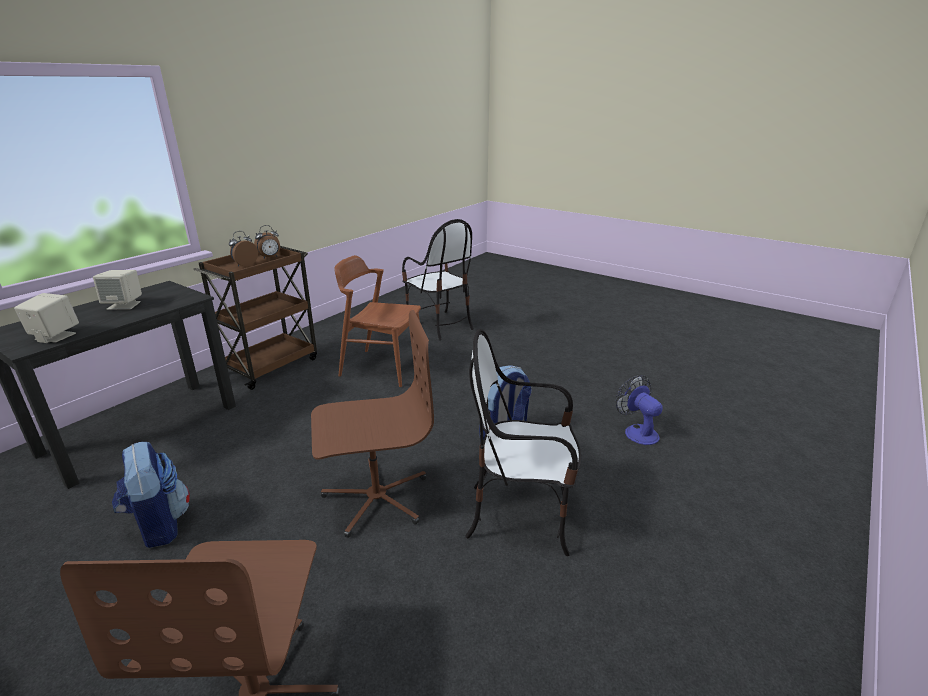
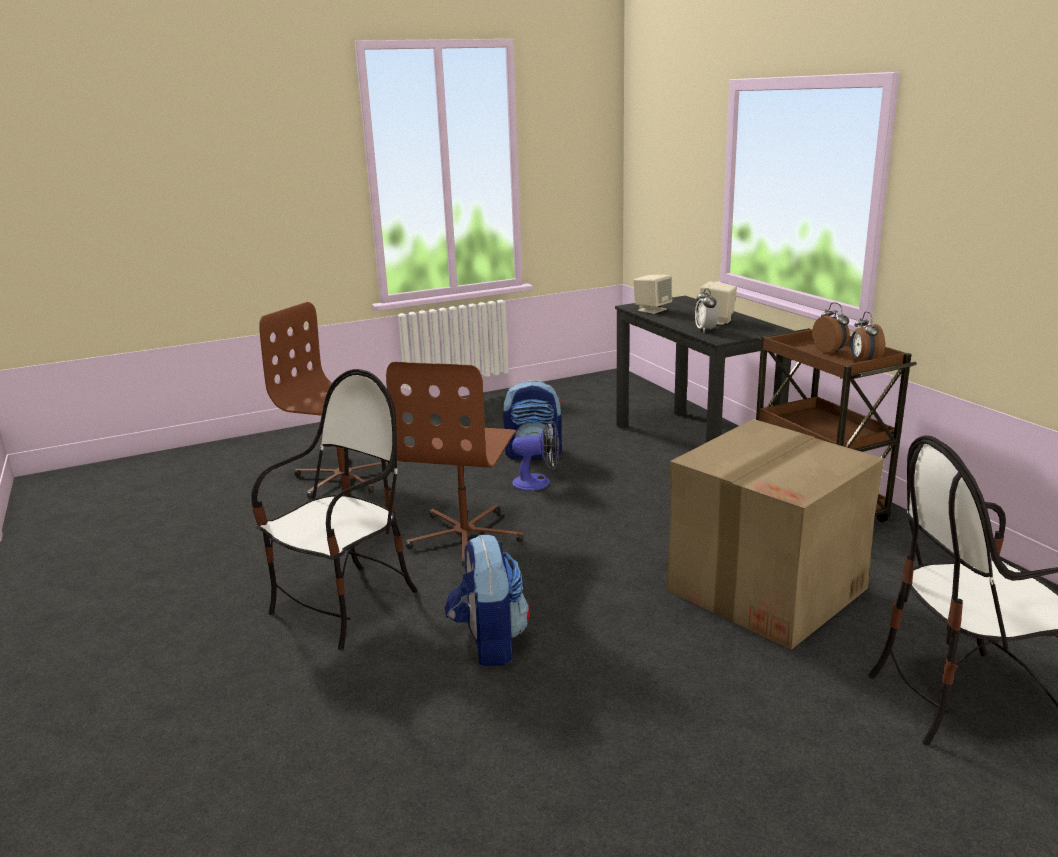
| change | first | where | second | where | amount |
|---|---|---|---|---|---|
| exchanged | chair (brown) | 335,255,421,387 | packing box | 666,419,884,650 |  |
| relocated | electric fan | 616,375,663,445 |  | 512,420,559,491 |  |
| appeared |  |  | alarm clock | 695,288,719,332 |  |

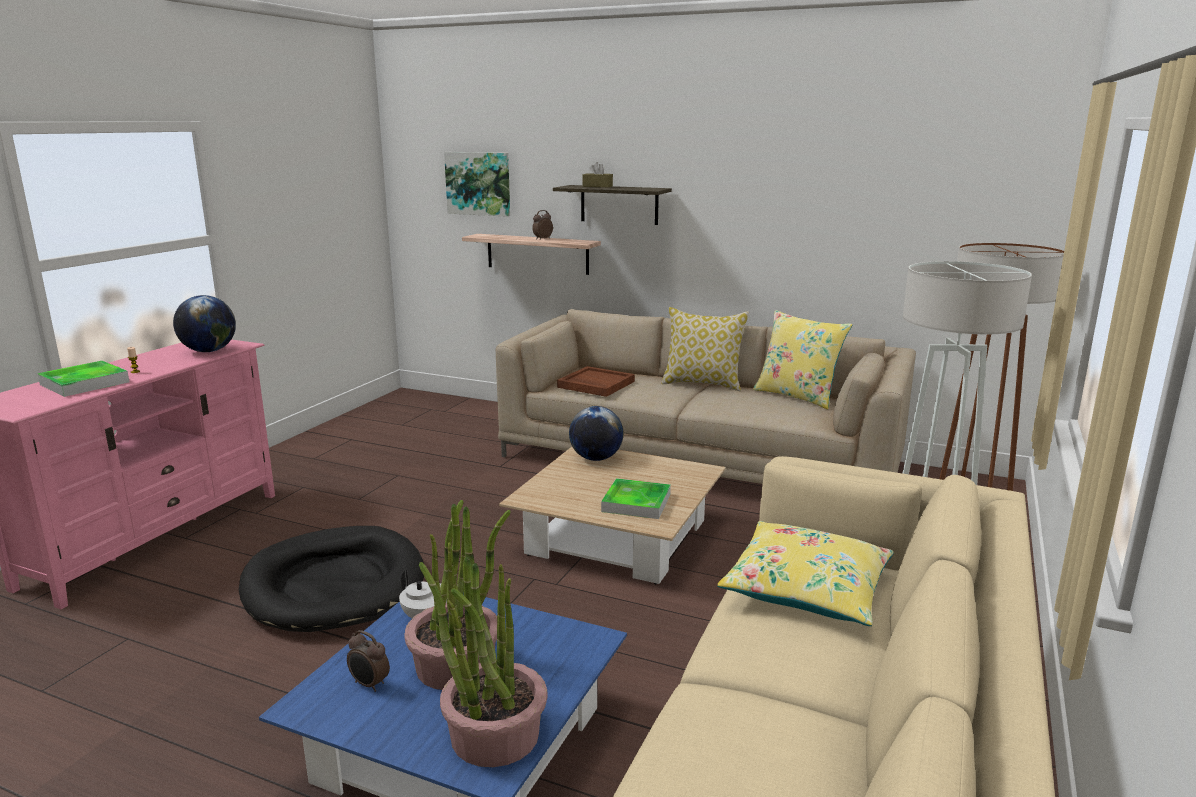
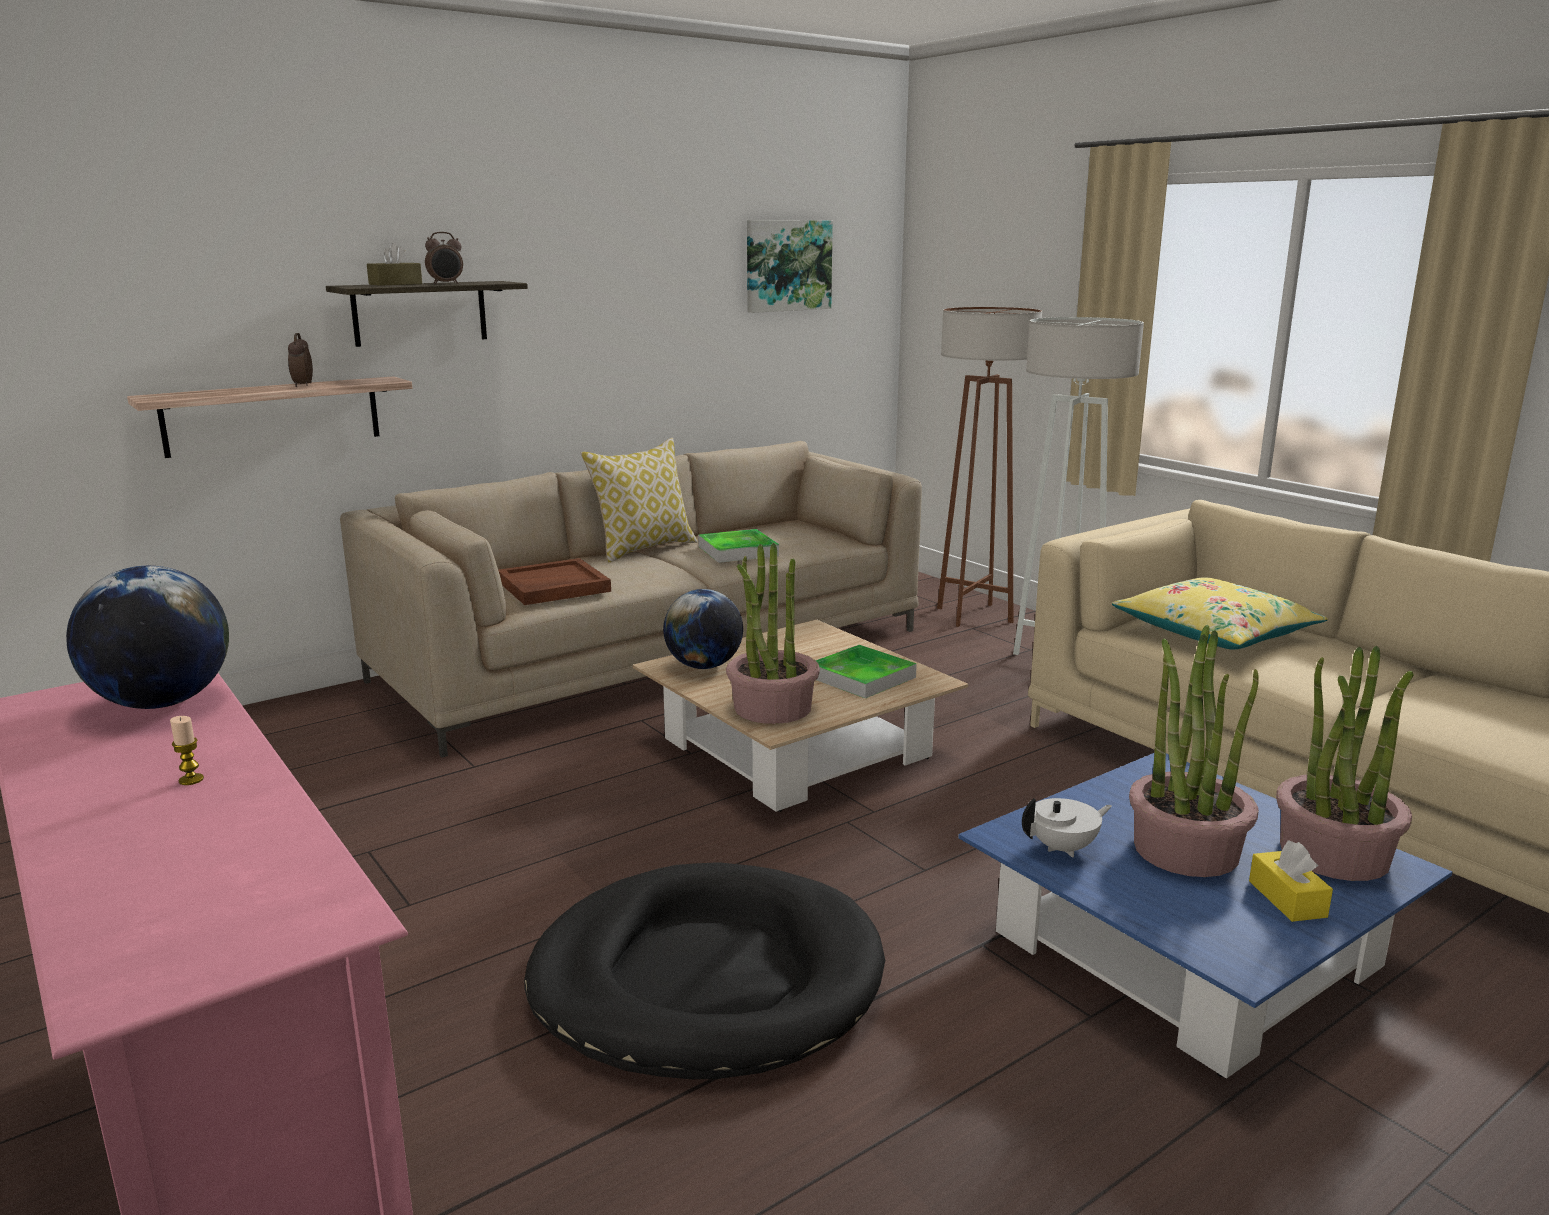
| change | first | where | second | where | amount |
|---|---|---|---|---|---|
| relocated | wall art | 444,152,510,217 |  | 747,220,833,313 |  |
| missing | pillow (yellow) | 753,310,852,409 |  |  |  |
| relocated | serving tray | 37,361,130,397 |  | 698,529,779,563 |  |
| relocated | alarm clock | 347,630,390,692 |  | 425,232,463,284 |  |
| appeared |  |  | houseplant | 726,542,820,724 |  |
| appeared |  |  | tissue box (yellow) | 1249,840,1333,922 |  |

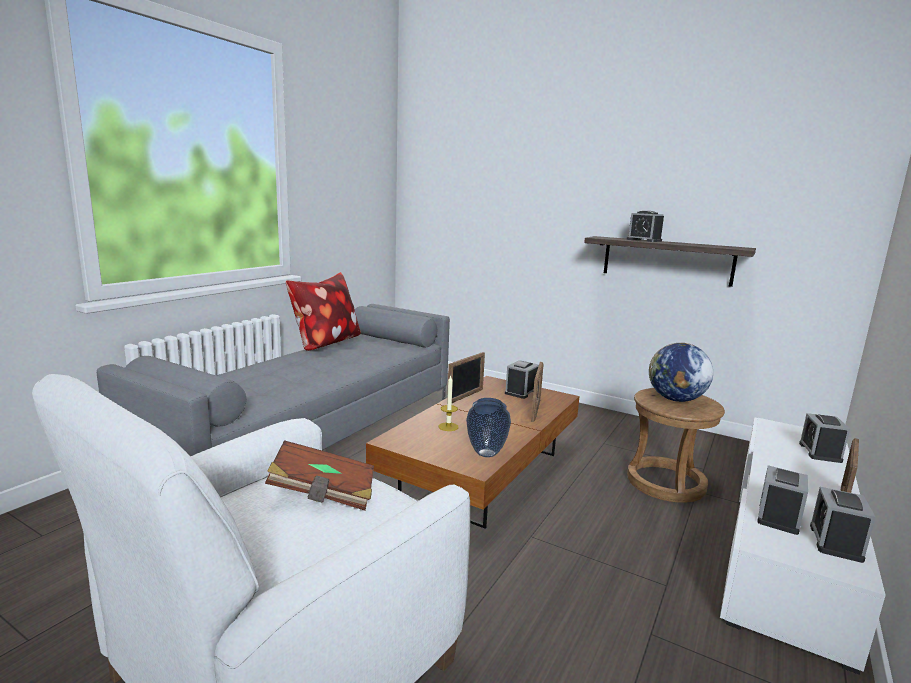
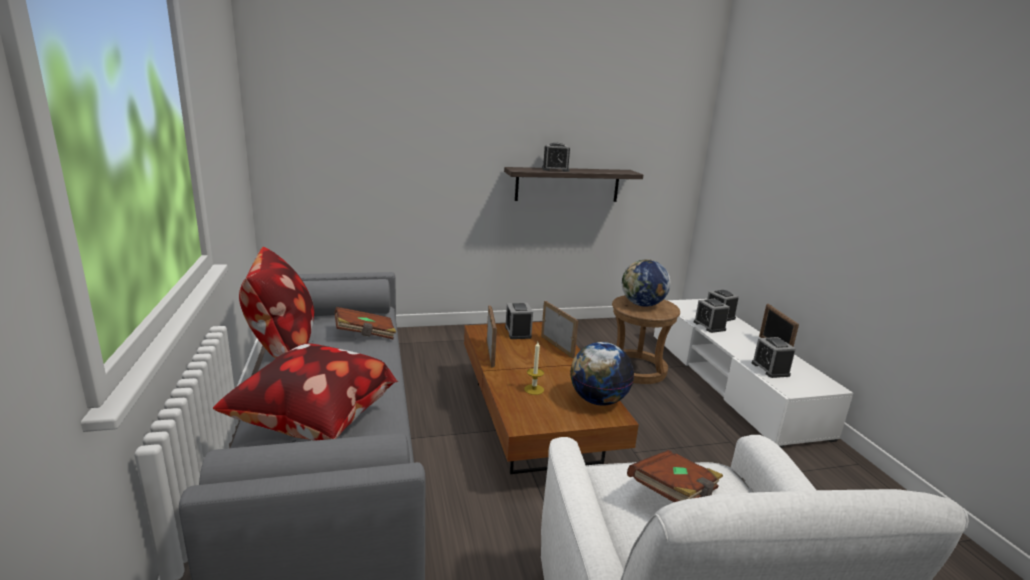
| change | first | where | second | where | amount |
|---|---|---|---|---|---|
| exchanged | vase | 466,398,511,457 | world globe | 570,342,634,406 |  |
| relocated | alarm clock | 810,487,876,563 |  | 694,299,730,333 |  |
| appeared |  |  | book (brown) | 335,307,396,339 |  |
| appeared |  |  | pillow | 213,343,398,441 |  |

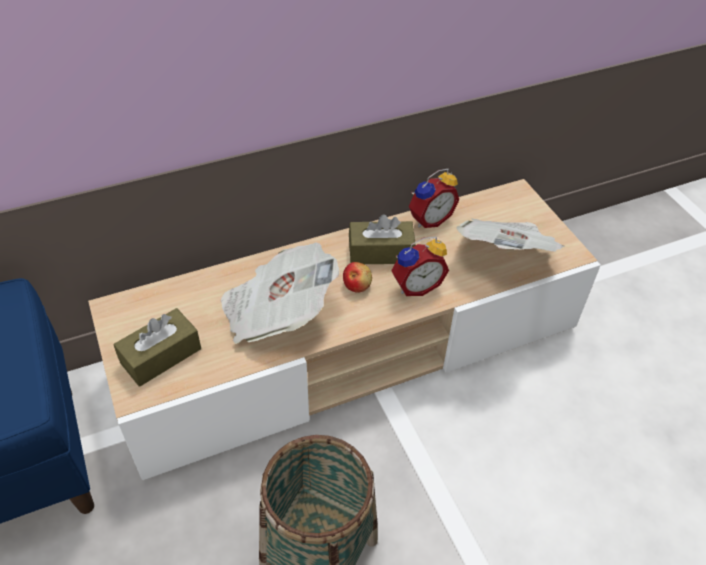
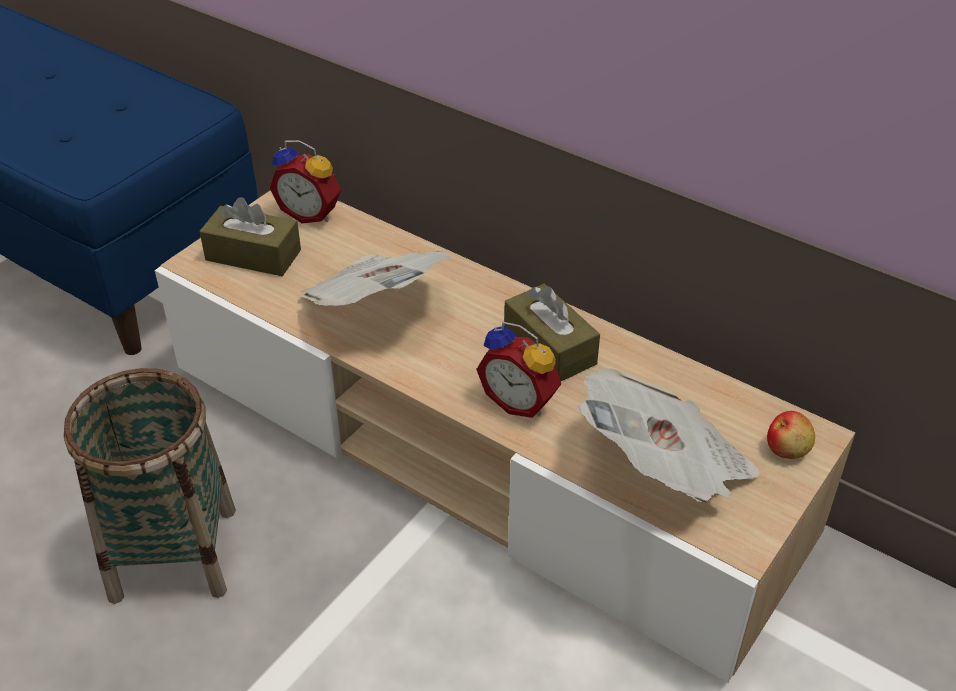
| change | first | where | second | where | amount |
|---|---|---|---|---|---|
| relocated | alarm clock | 409,169,459,228 |  | 270,140,341,223 |  |
| relocated | whole apple | 343,262,372,293 |  | 767,411,815,459 |  |

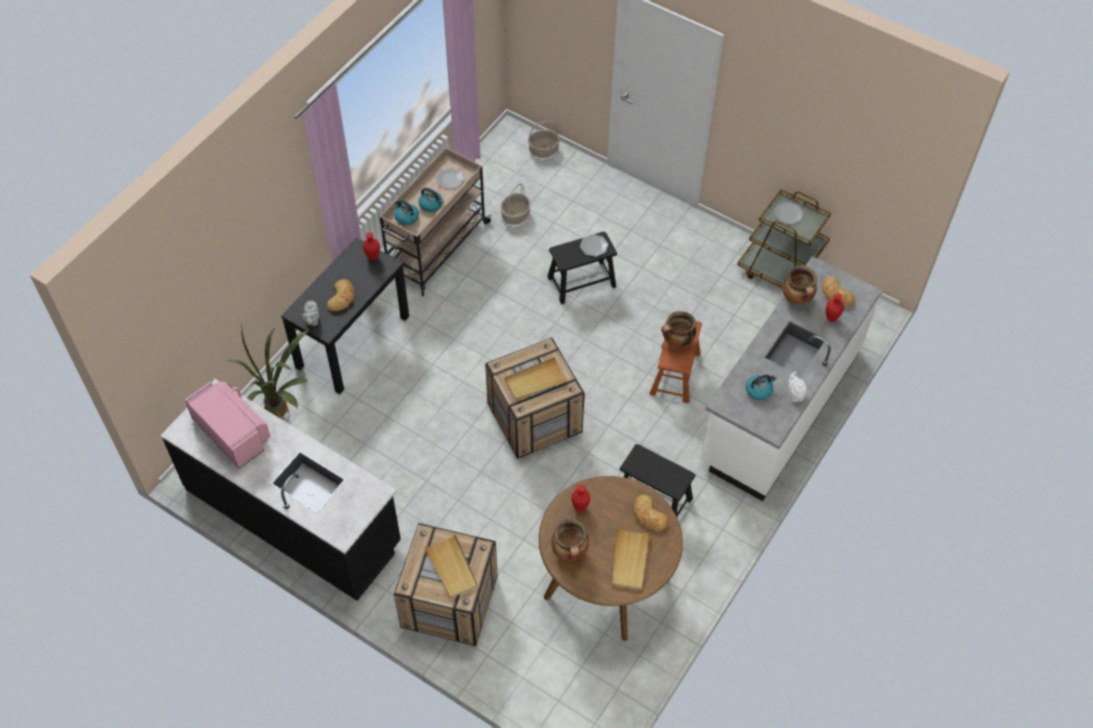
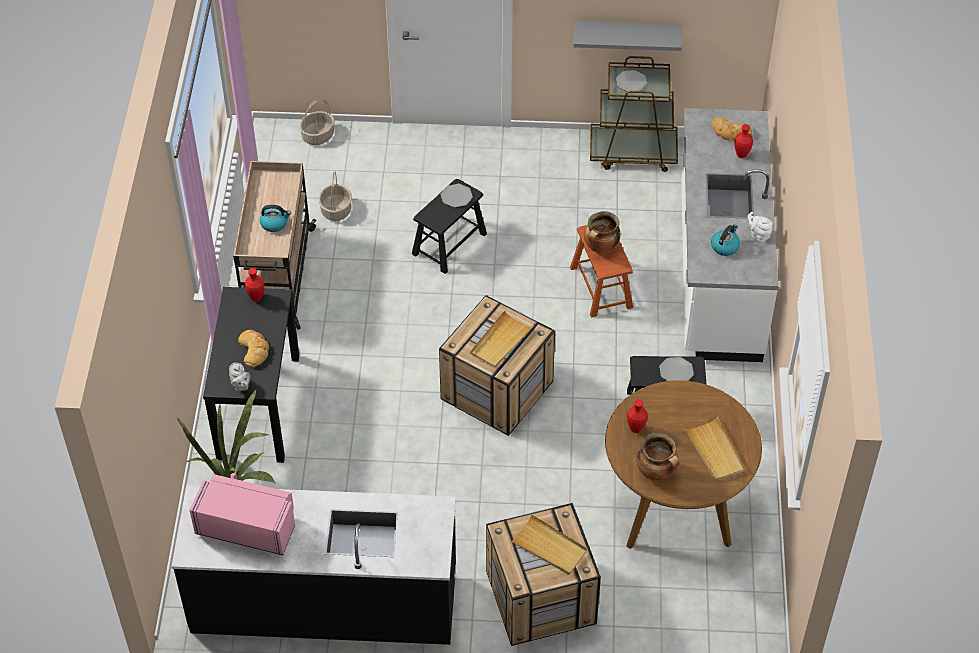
| change | first | where | second | where | amount |
|---|---|---|---|---|---|
| relocated | flat dish | 436,168,464,189 |  | 659,357,694,381 |  |
| missing | water kettle | 394,200,419,225 |  |  |  |
| missing | saucepot | 782,265,817,305 |  |  |  |
| missing | baked bread | 633,495,668,531 |  |  |  |
| appeared |  |  | wall shelf (grey) | 574,21,682,51 |  |

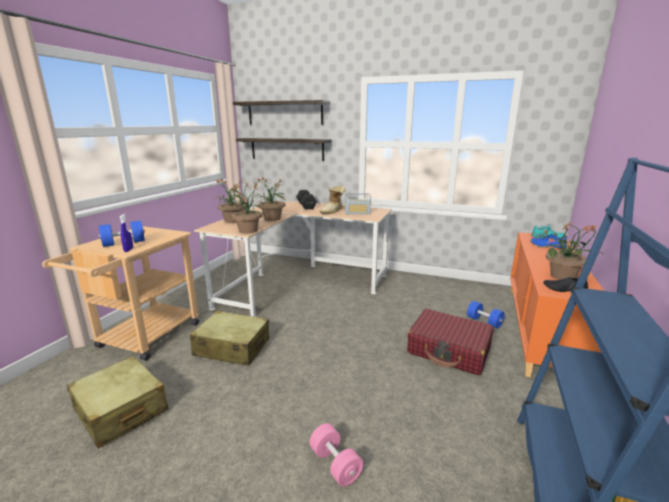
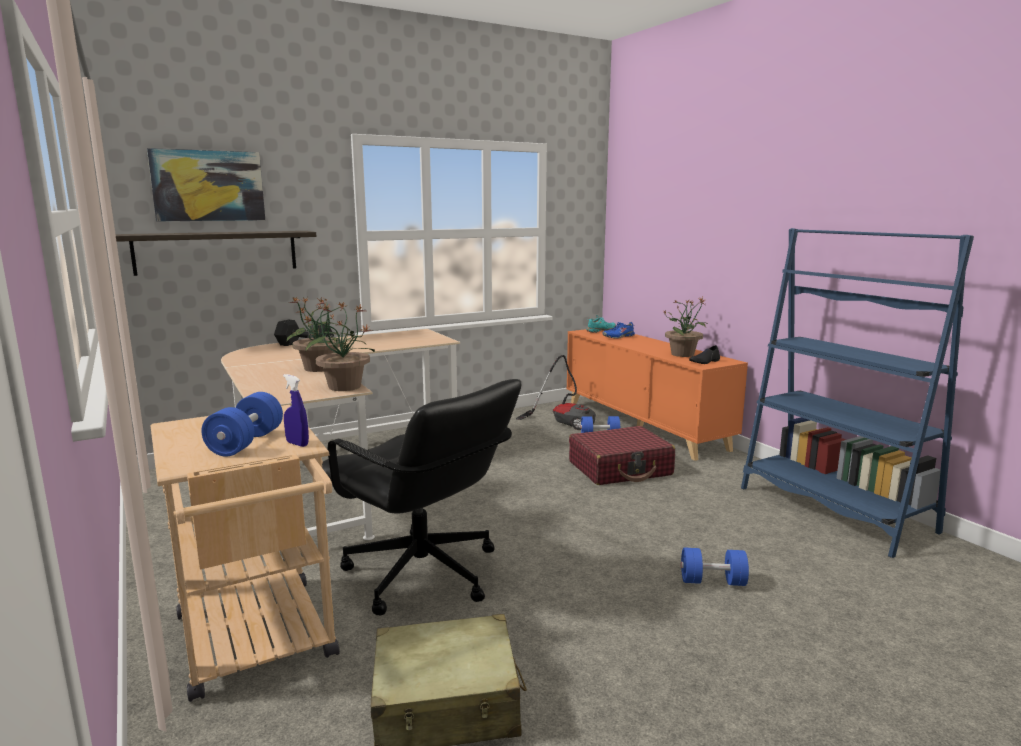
| change | first | where | second | where | amount |
|---|---|---|---|---|---|
| exchanged | wall shelf | 233,100,331,125 | wall art | 147,148,265,221 |  |
| missing | houseplant | 213,179,247,223 |  |  |  |
| missing | boot | 320,186,345,215 |  |  |  |
| missing | radio set | 345,193,371,214 |  |  |  |
| exchanged | suitcase (beige-coloured) | 190,311,269,366 | computer chair (black) | 322,379,521,615 |  |
| colour | free weight (pink) | 309,423,364,487 | free weight (blue) | 681,547,749,586 |  |
| appeared |  |  | vacuum | 516,355,596,430 |  |

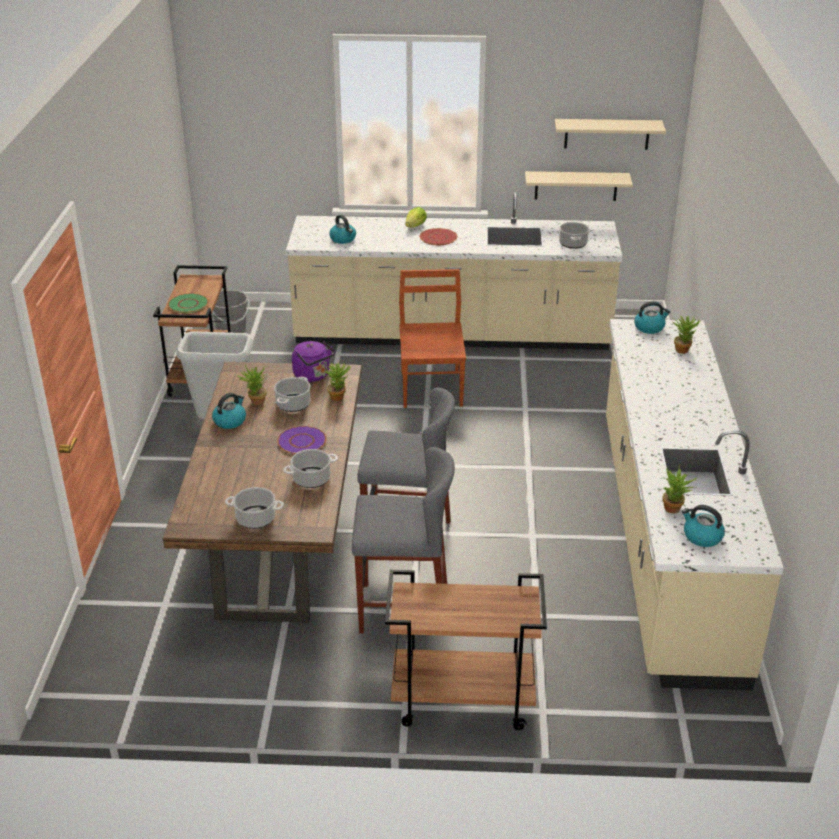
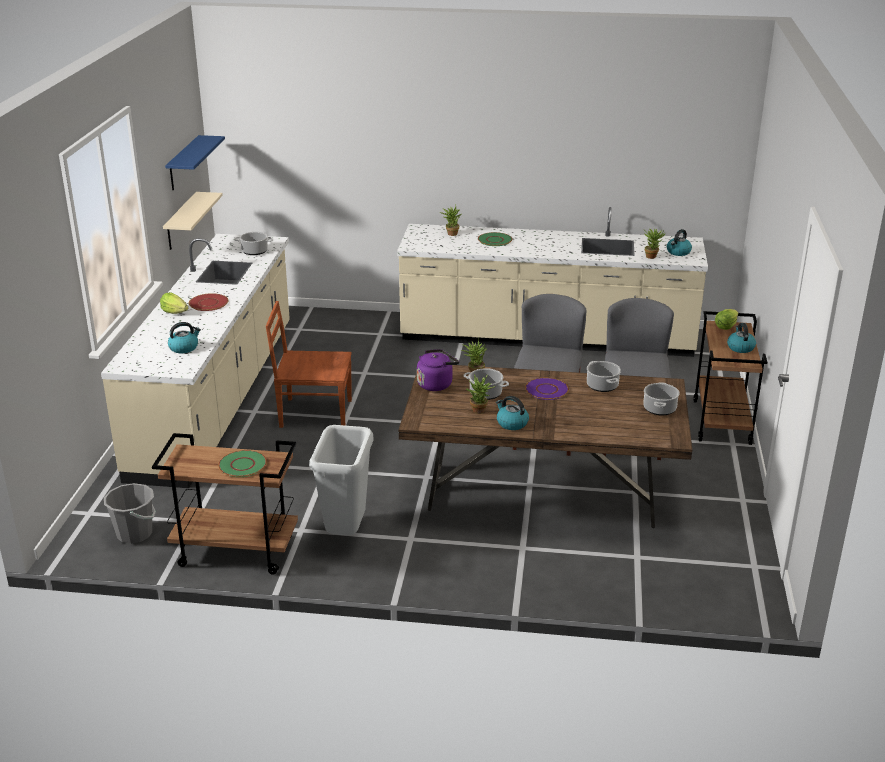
| change | first | where | second | where | amount |
|---|---|---|---|---|---|
| colour | wall shelf (beige-coloured) | 555,119,666,150 | wall shelf (blue) | 165,135,225,190 |  |
| relocated | water kettle | 634,301,670,334 |  | 727,323,756,353 |  |
| appeared |  |  | flat dish (green-coloured) | 478,232,512,246 |  |
| appeared |  |  | head of lettuce | 715,309,738,330 |  |

